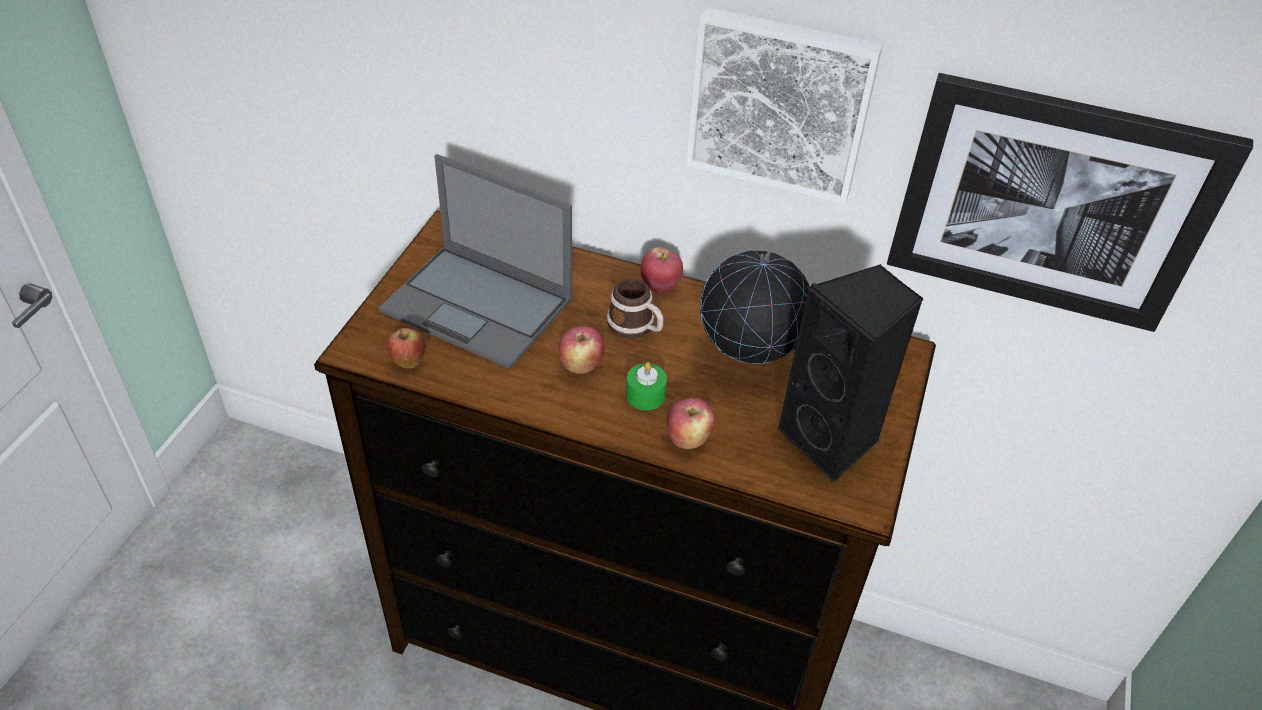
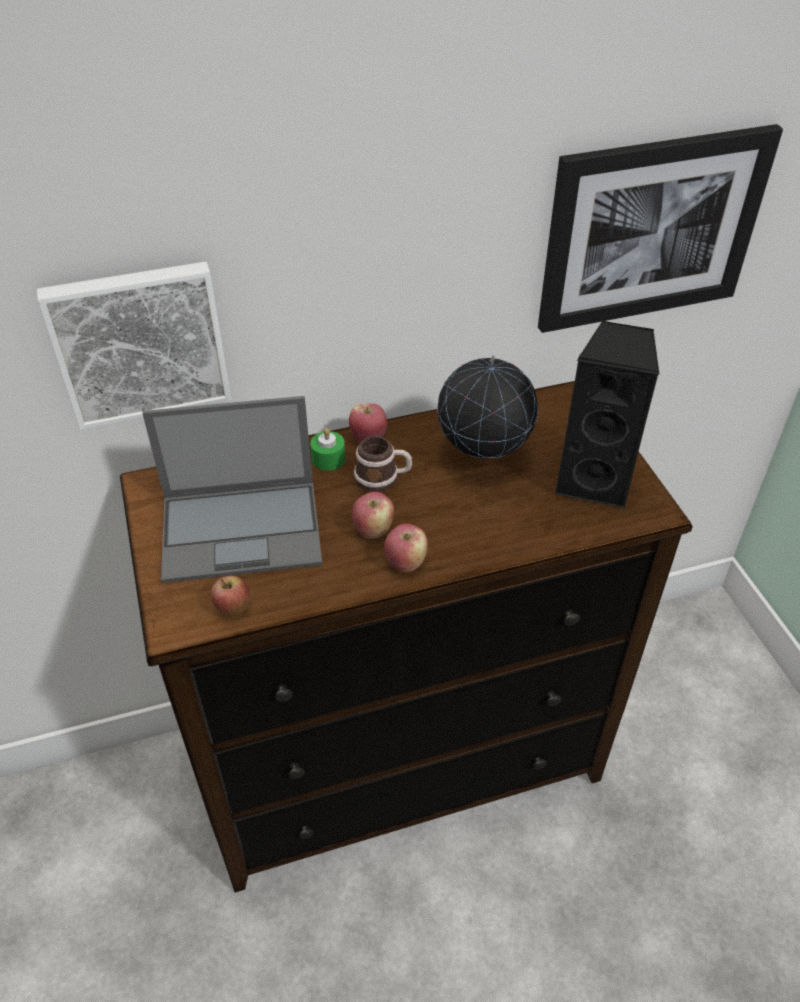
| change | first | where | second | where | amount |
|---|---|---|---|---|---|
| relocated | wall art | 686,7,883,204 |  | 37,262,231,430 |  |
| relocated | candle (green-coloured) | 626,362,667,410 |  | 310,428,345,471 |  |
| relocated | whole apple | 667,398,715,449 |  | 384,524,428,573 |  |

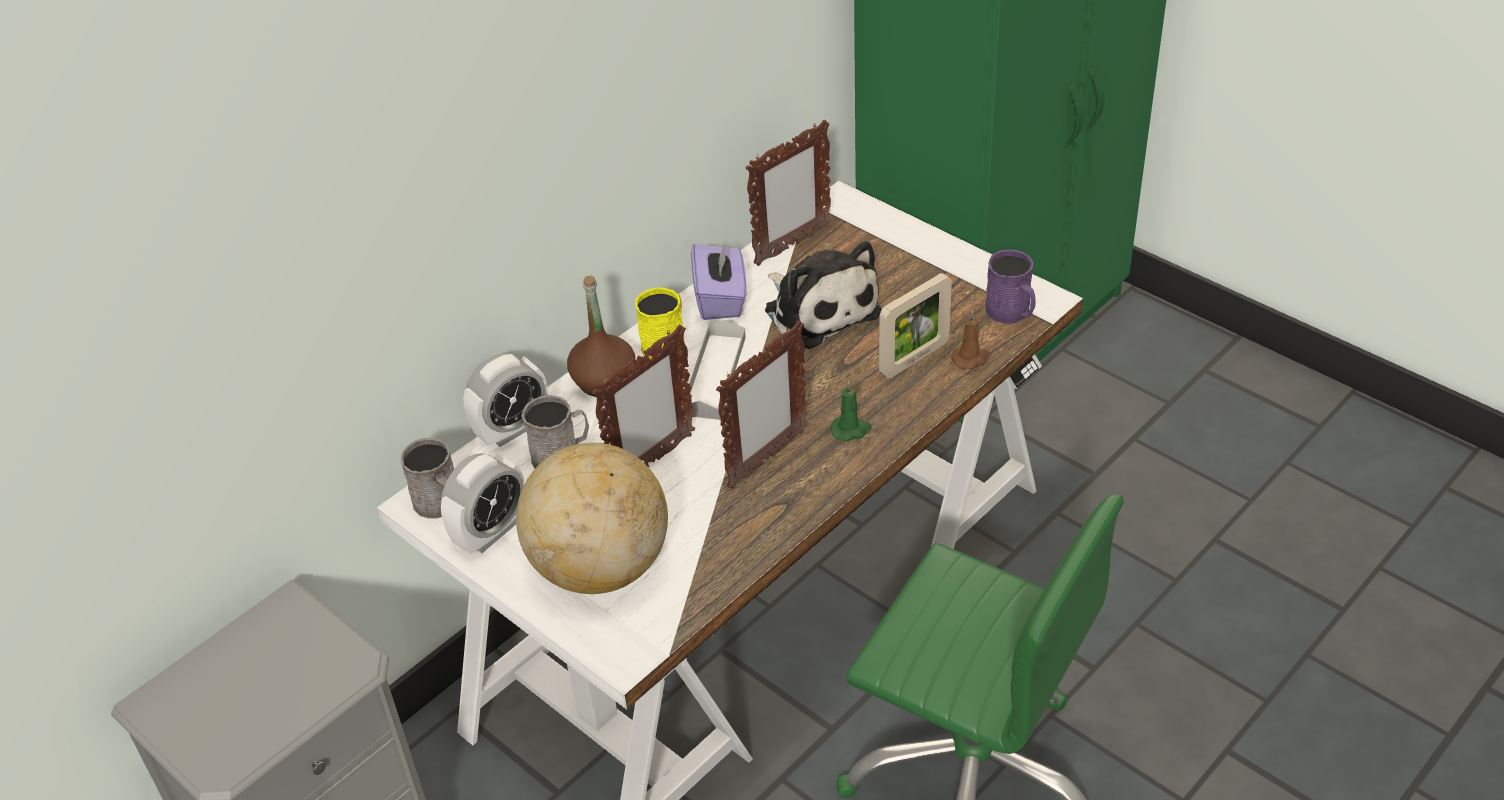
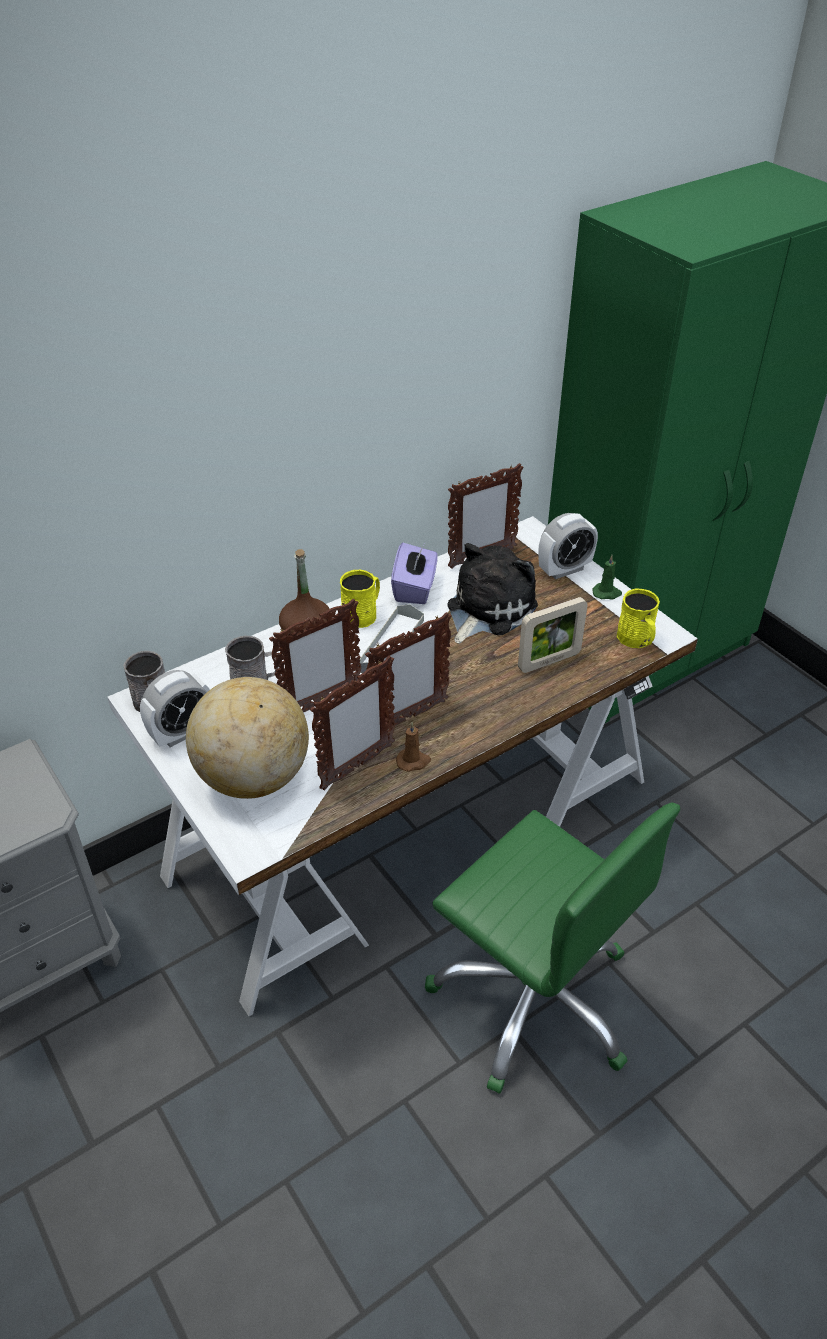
| change | first | where | second | where | amount |
|---|---|---|---|---|---|
| spun | soft toy | 765,241,882,349 |  | 447,543,538,644 | 120 degrees counterclockwise |
| colour | mug (purple) | 985,250,1036,324 | mug (yellow) | 617,588,660,648 |  |
| relocated | candle (brown) | 951,309,990,369 |  | 396,722,431,772 |  |
| relocated | alarm clock | 463,353,548,447 |  | 538,513,598,579 |  |
| relocated | candle (green-coloured) | 830,381,872,441 |  | 592,555,622,600 |  |
| appeared |  |  | picture frame | 310,655,395,791 |  |

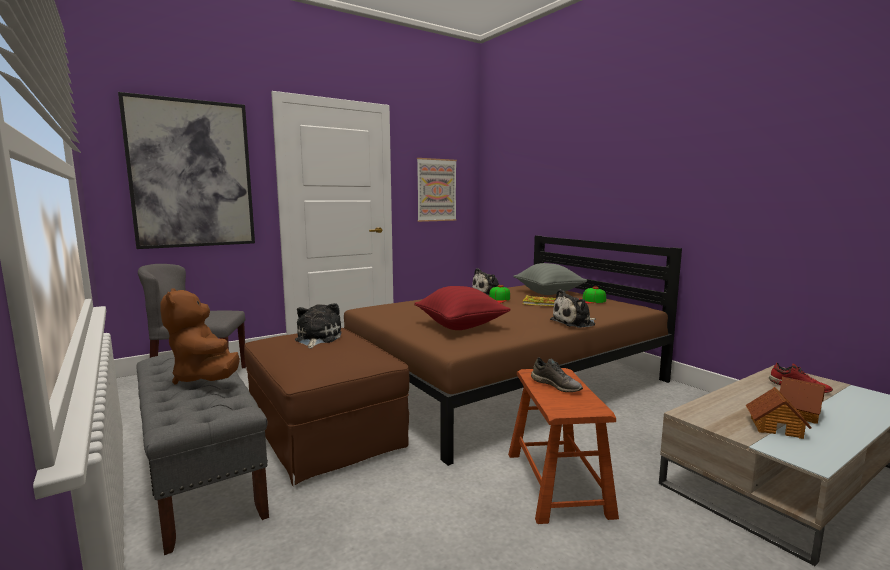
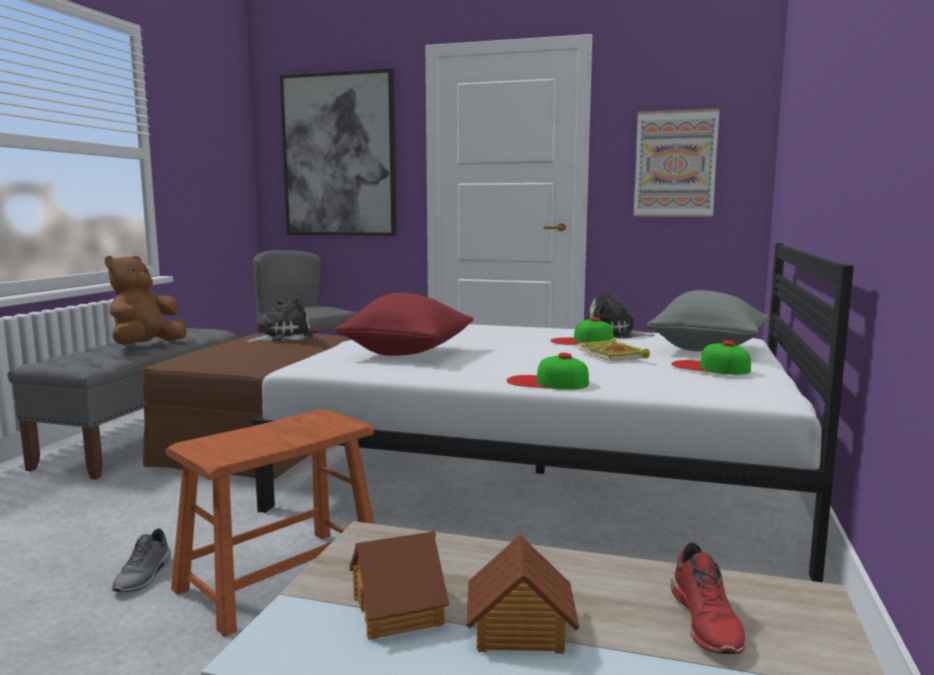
| change | first | where | second | where | amount |
|---|---|---|---|---|---|
| colour | sleeping bed (brown) | 344,235,682,466 | sleeping bed (white-coloured) | 252,243,854,582 |  |
| exchanged | soft toy | 550,289,596,328 | cap | 506,353,589,390 |  |
| relocated | low shoe (grey) | 531,357,583,392 |  | 112,528,171,592 |  |

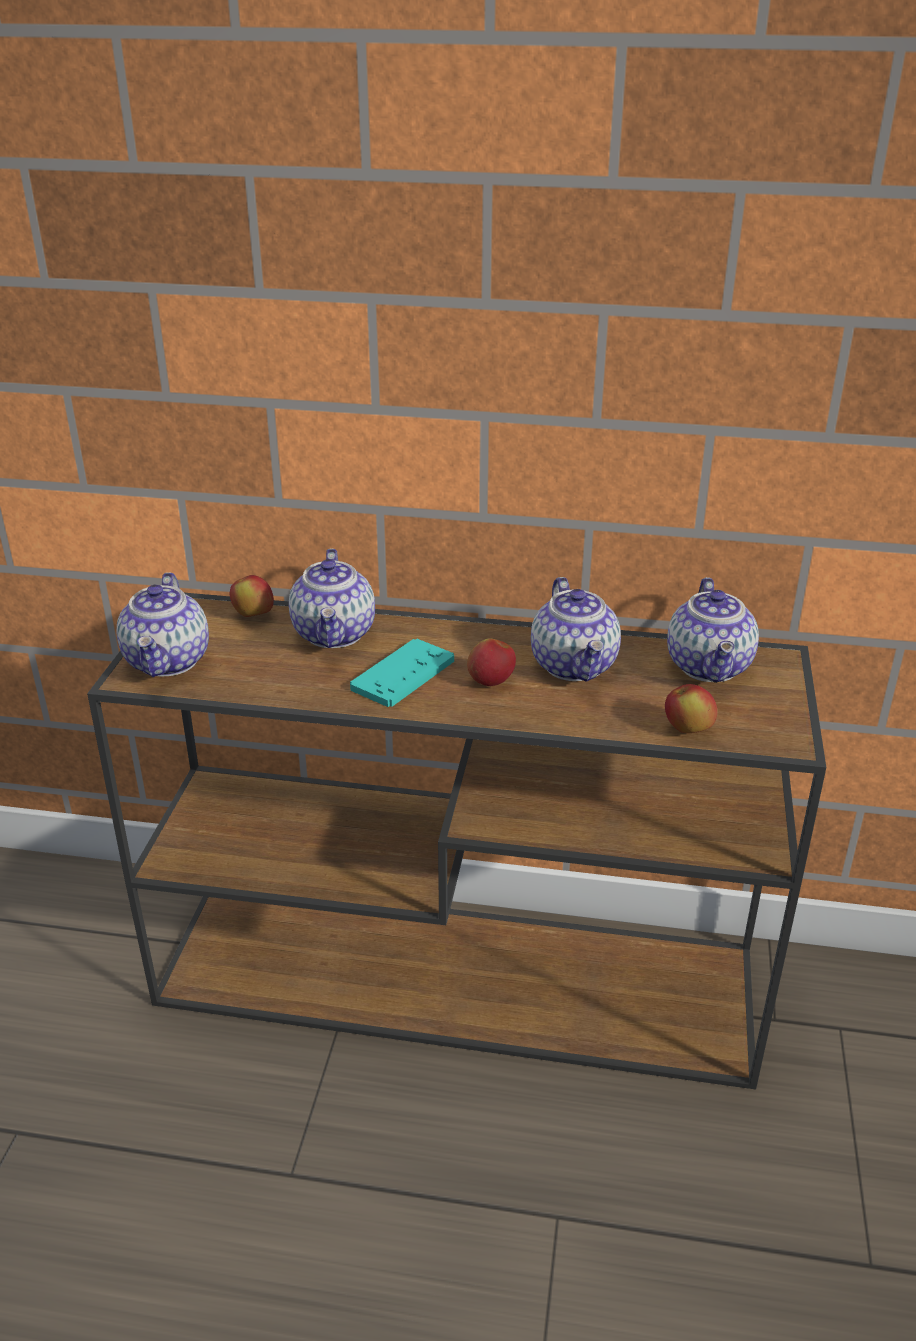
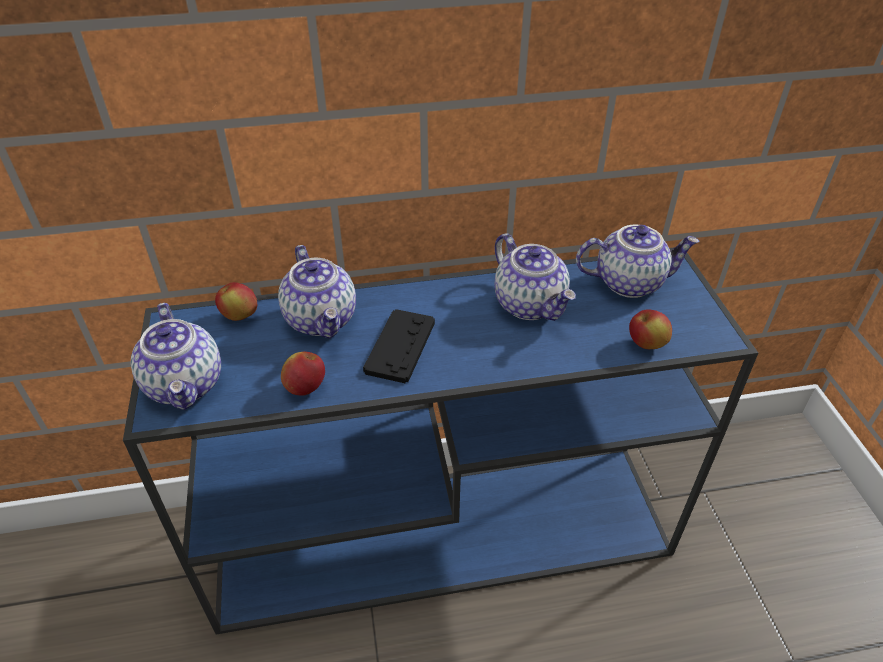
| change | first | where | second | where | amount |
|---|---|---|---|---|---|
| spun | tea pot | 667,577,759,683 |  | 576,224,699,298 | 75 degrees counterclockwise |
| colour | narrow table (brown) | 87,593,826,1089 | narrow table (blue) | 123,247,758,635 |  |
| relocated | whole apple | 467,638,516,686 |  | 281,352,325,396 |  |
| colour | game controller (turquoise-coloured) | 350,639,454,707 | game controller (black) | 363,309,435,383 |  |

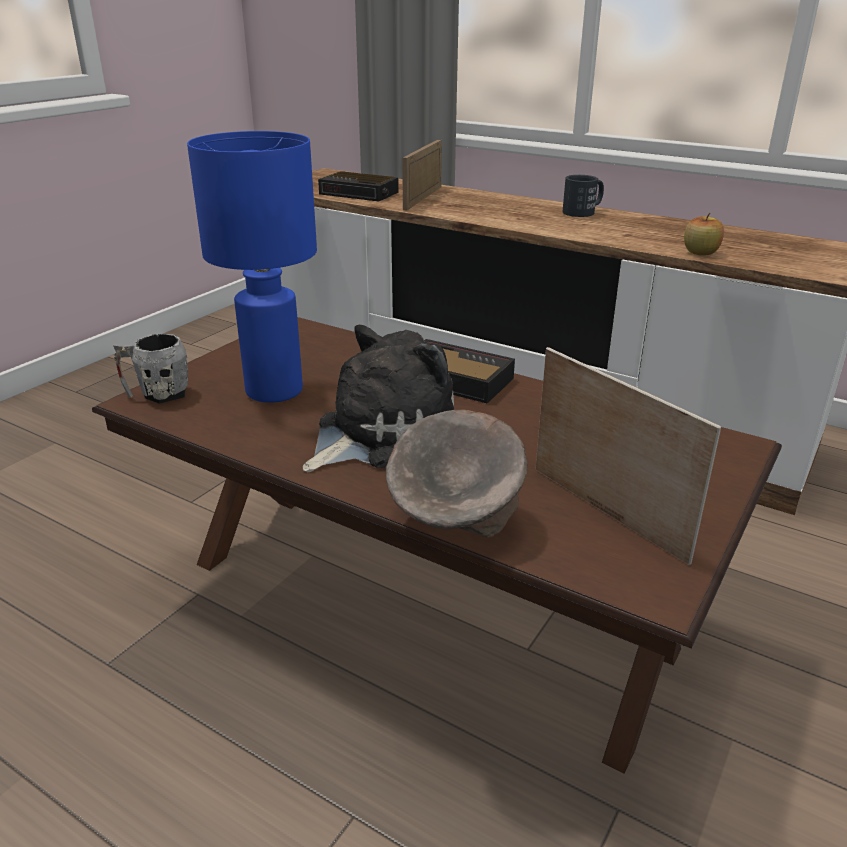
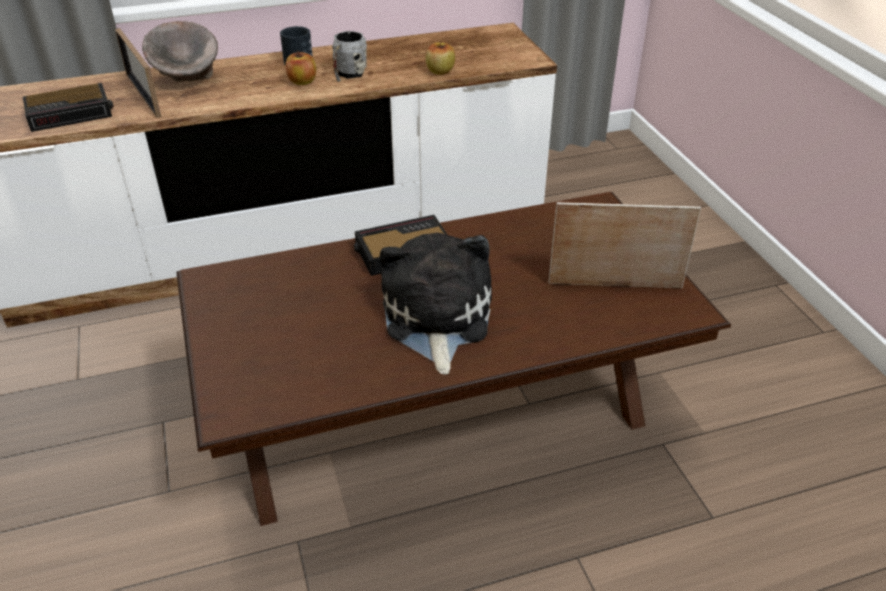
| change | first | where | second | where | amount |
|---|---|---|---|---|---|
| missing | table lamp (blue) | 187,131,317,403 |  |  |  |
| relocated | mug (grey) | 113,334,188,404 |  | 332,31,367,82 |  |
| relocated | serving bowl (grey) | 386,410,528,538 |  | 142,21,218,82 |  |
| appeared |  |  | whole apple | 285,51,316,85 |  |

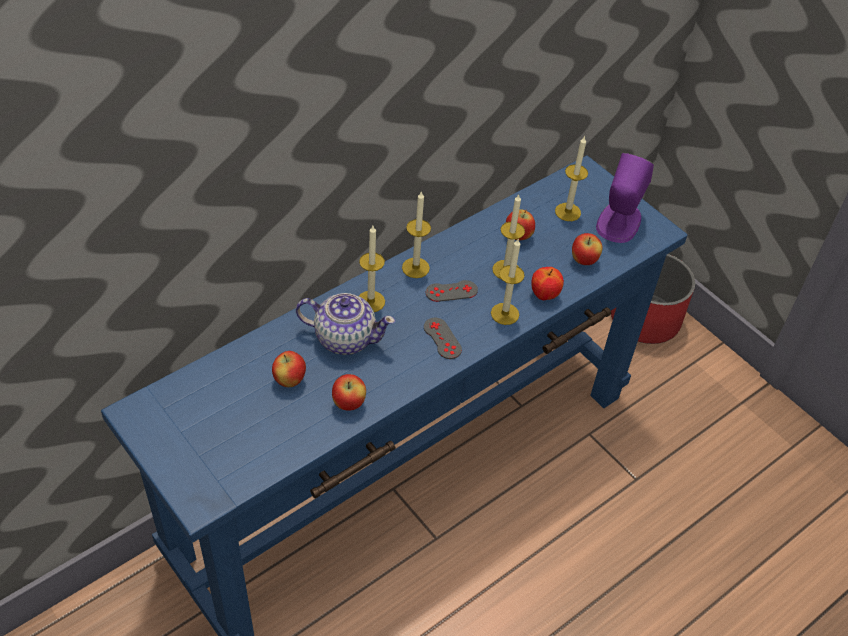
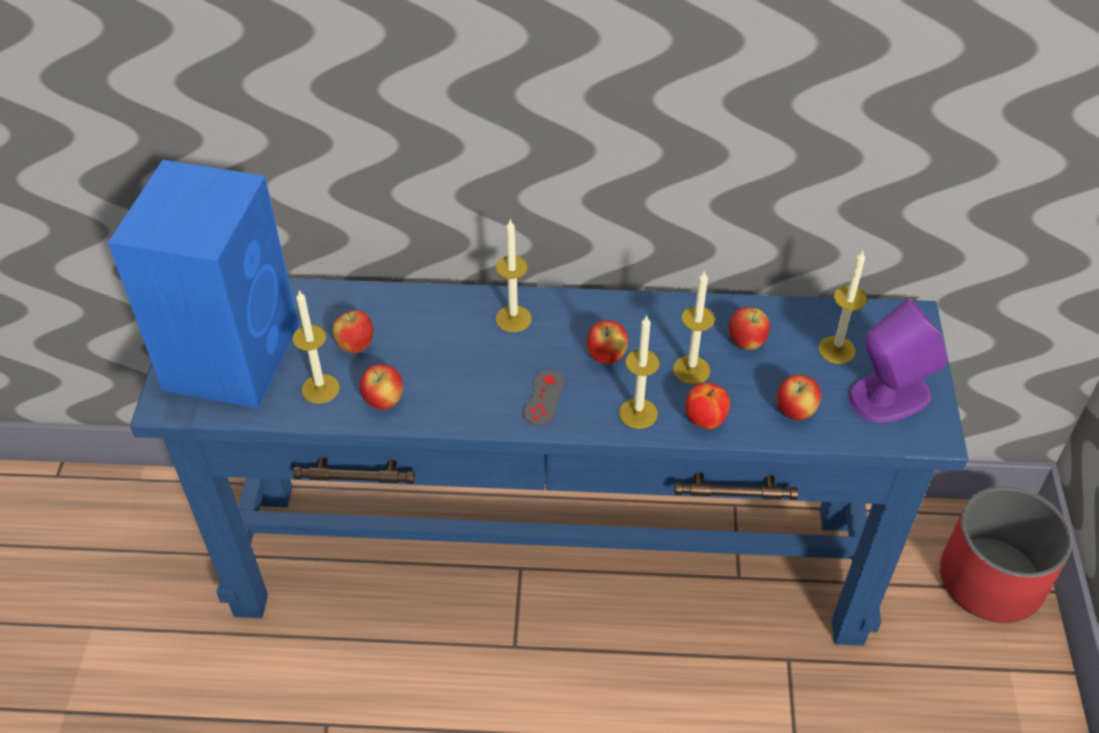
| change | first | where | second | where | amount |
|---|---|---|---|---|---|
| relocated | candle | 402,191,431,278 |  | 292,291,340,404 |  |
| exchanged | game controller (grey) | 426,280,478,302 | whole apple | 586,320,628,364 |  |
| missing | tea pot | 296,293,395,355 |  |  |  |
| appeared |  |  | speaker (blue) | 108,160,299,408 |  |

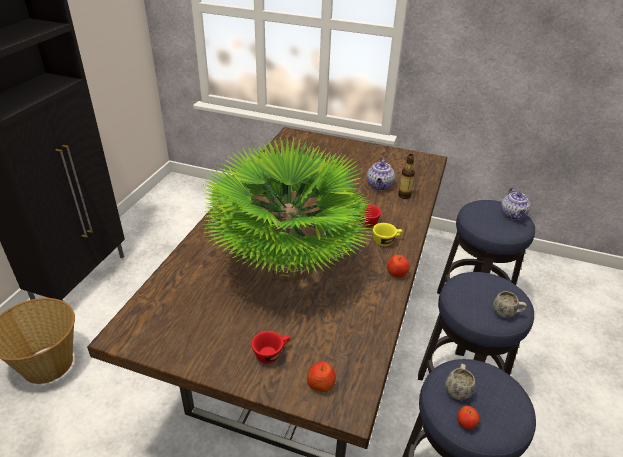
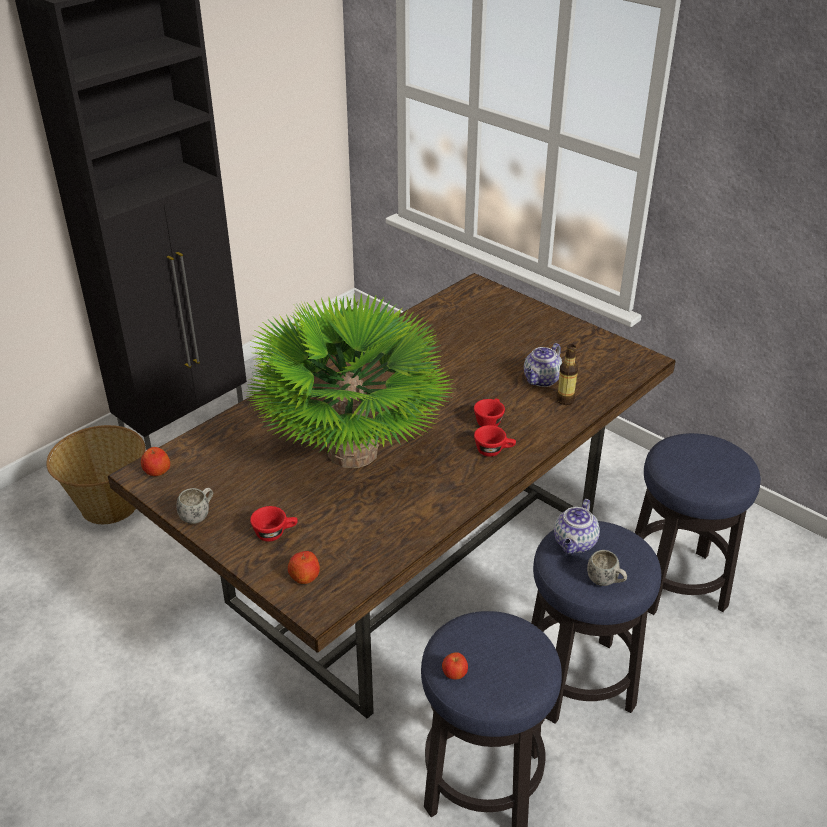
| change | first | where | second | where | amount |
|---|---|---|---|---|---|
| relocated | tea pot | 501,188,530,220 |  | 554,499,600,554 |  |
| colour | small cup (yellow) | 373,223,403,246 | small cup (red-coloured) | 474,425,516,457 |  |
| relocated | whole apple | 387,255,410,278 |  | 141,447,170,476 |  |
| relocated | mug (white-coloured) | 445,364,475,400 |  | 176,488,214,524 |  |

